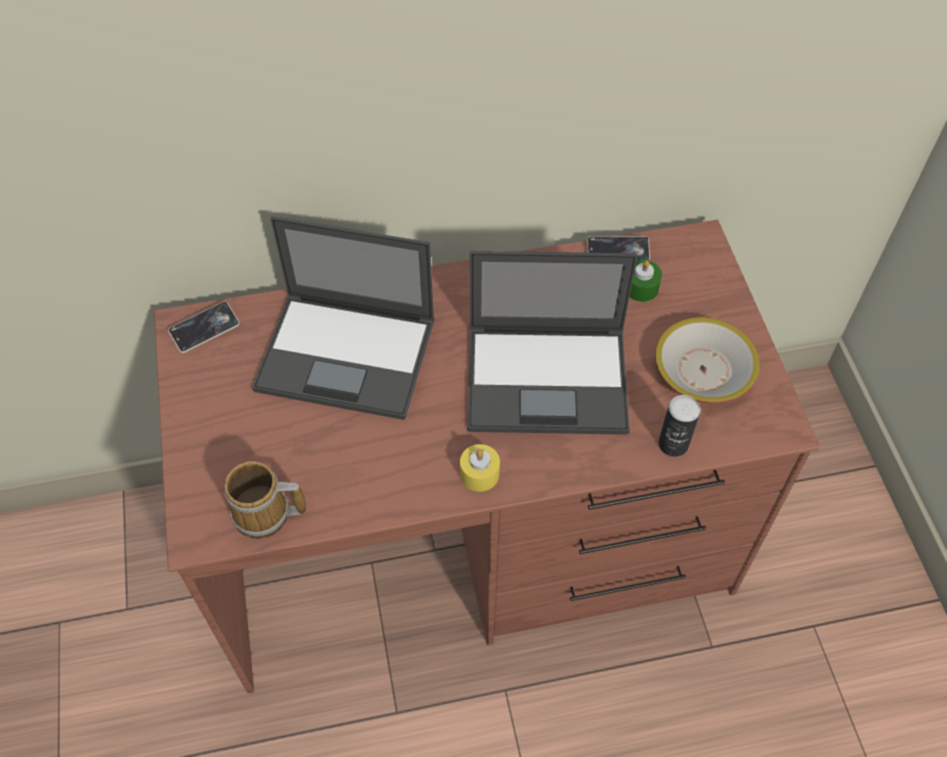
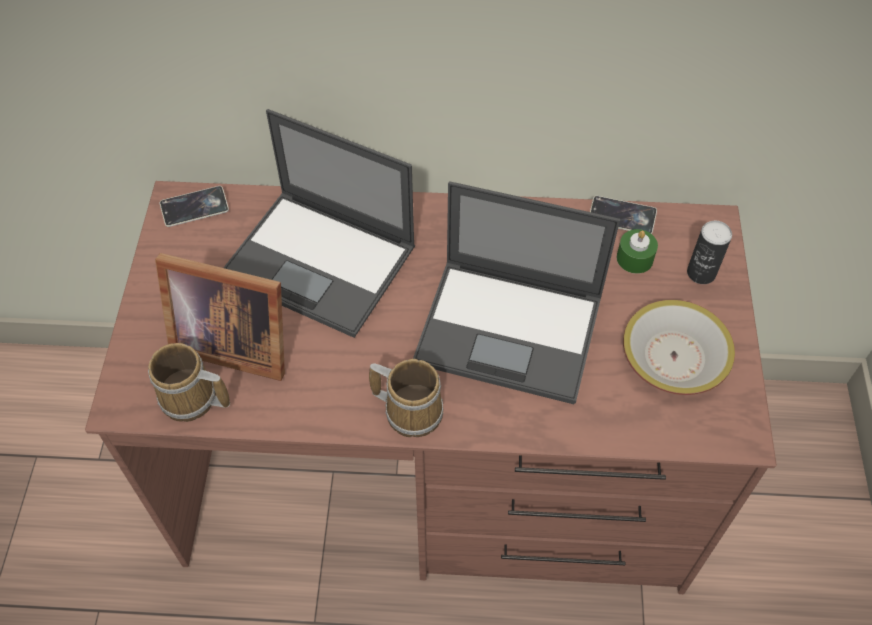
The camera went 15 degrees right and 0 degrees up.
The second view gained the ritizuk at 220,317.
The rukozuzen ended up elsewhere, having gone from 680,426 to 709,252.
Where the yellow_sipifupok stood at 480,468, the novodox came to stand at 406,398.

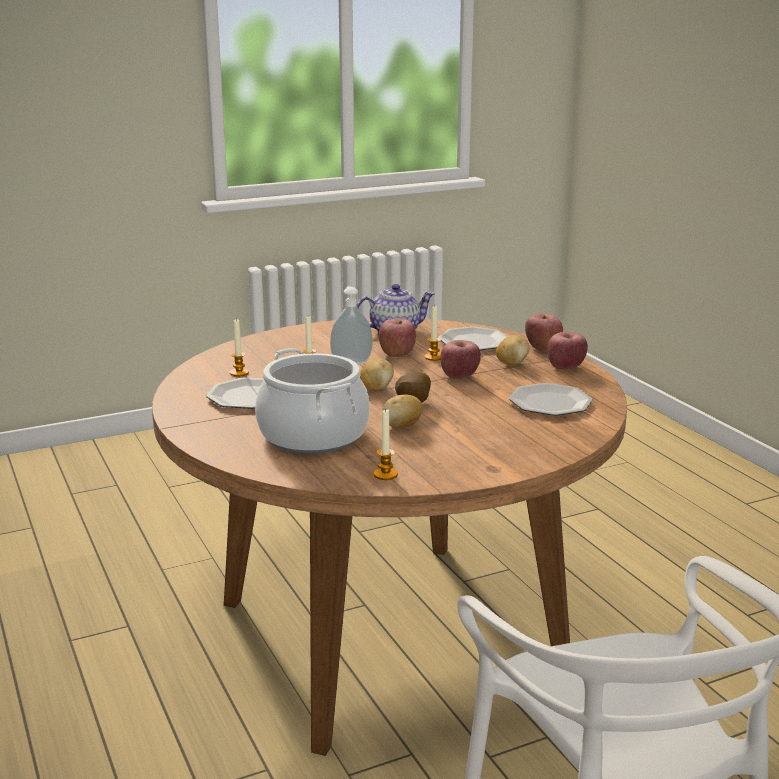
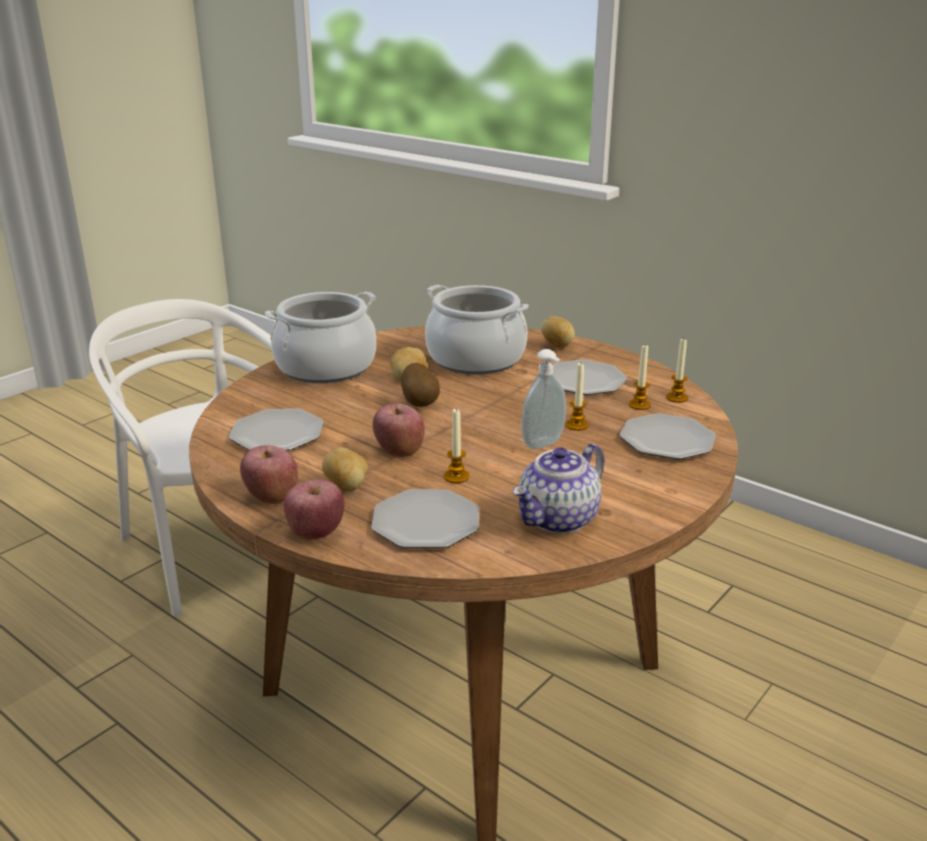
The camera went 155 degrees right and 5 degrees up.
The second view lost the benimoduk at 397,337.
The second view gained the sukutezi at 320,337.
The second view gained the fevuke at 668,436.
The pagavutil ended up elsewhere, having gone from 377,374 to 558,332.
The sipifupok ended up elsewhere, having gone from 386,444 to 677,370.

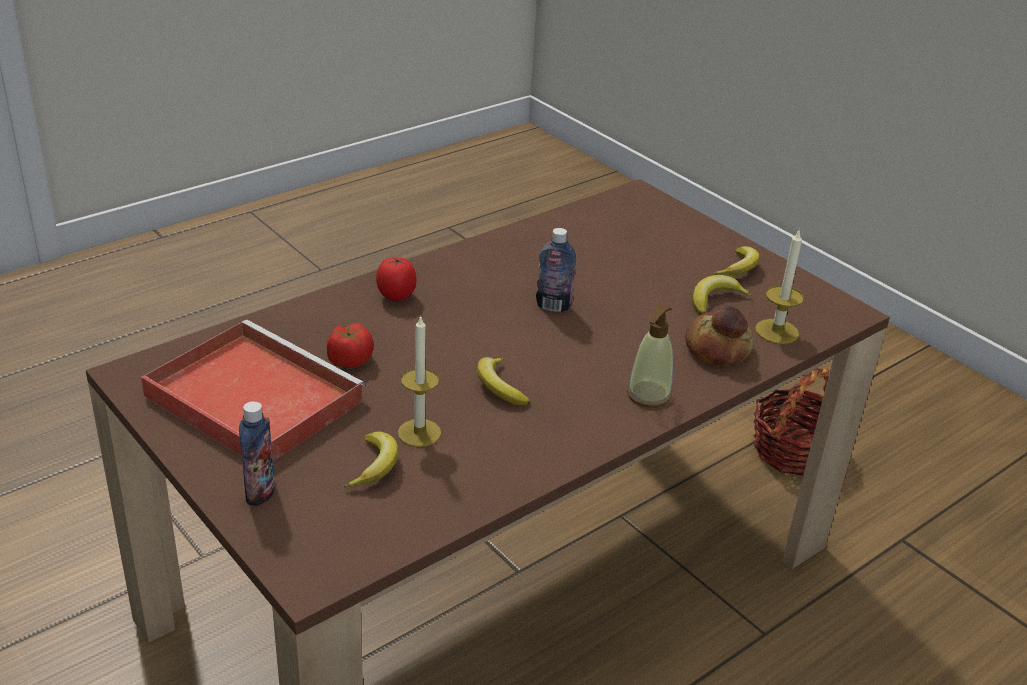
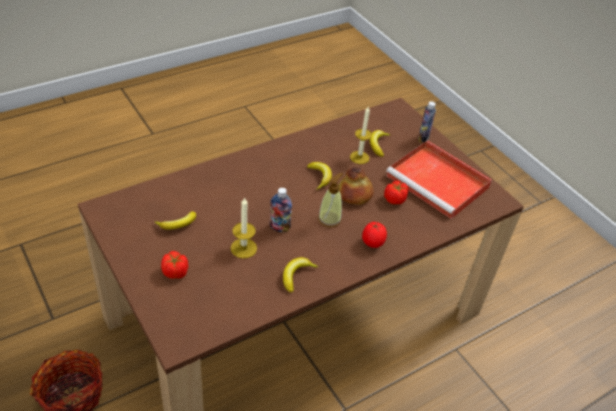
The camera went 175 degrees left and 10 degrees up.
The second view gained the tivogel at 174,265.
The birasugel ended up elsewhere, having gone from 650,356 to 330,200.
The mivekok ended up elsewhere, having gone from 719,336 to 356,186.
The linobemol ended up elsewhere, having gone from 736,260 to 301,275.
The sipifupok ended up elsewhere, having gone from 779,286 to 244,228.

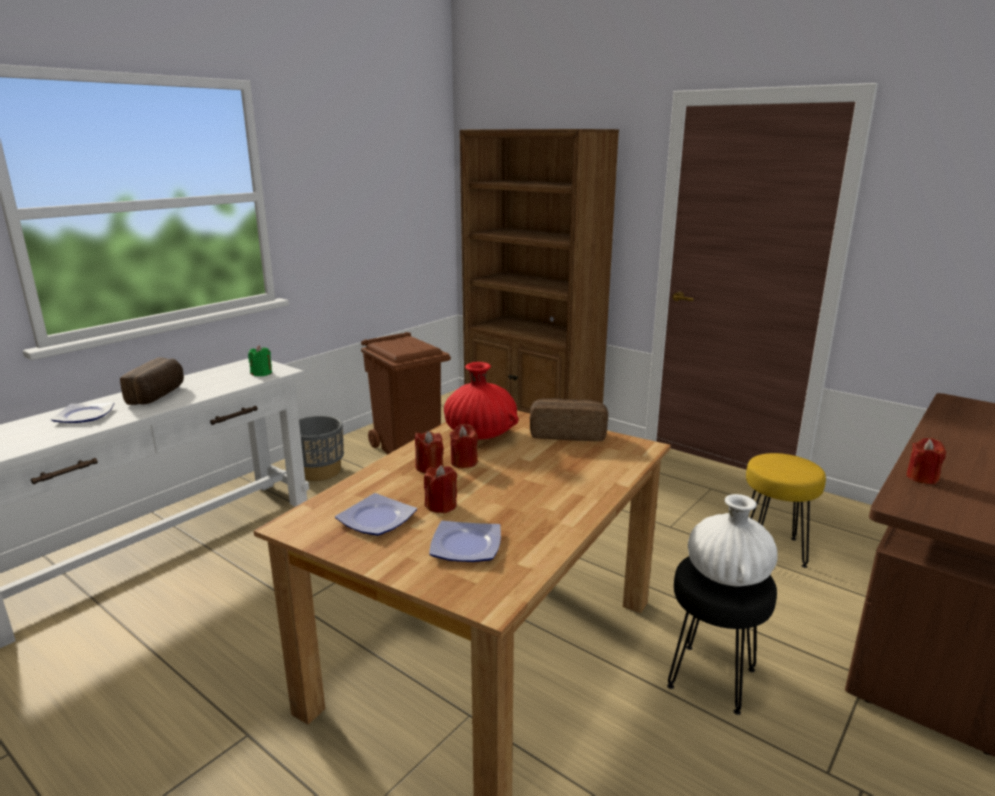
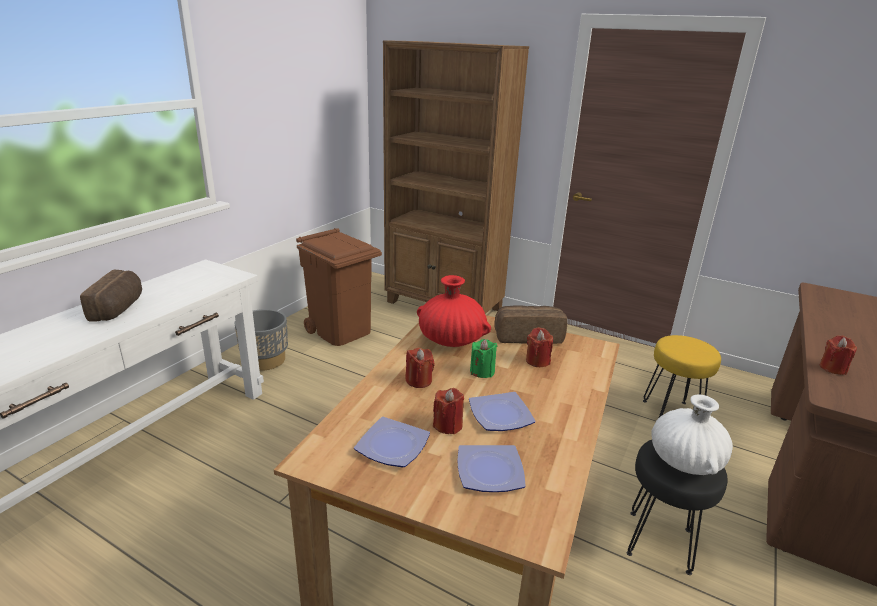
The camera went 10 degrees left and 5 degrees up.
The fevuke ended up elsewhere, having gone from 82,412 to 502,411.
The green_sipifupok ended up elsewhere, having gone from 260,360 to 483,358.
The red_sipifupok ended up elsewhere, having gone from 464,446 to 539,347.

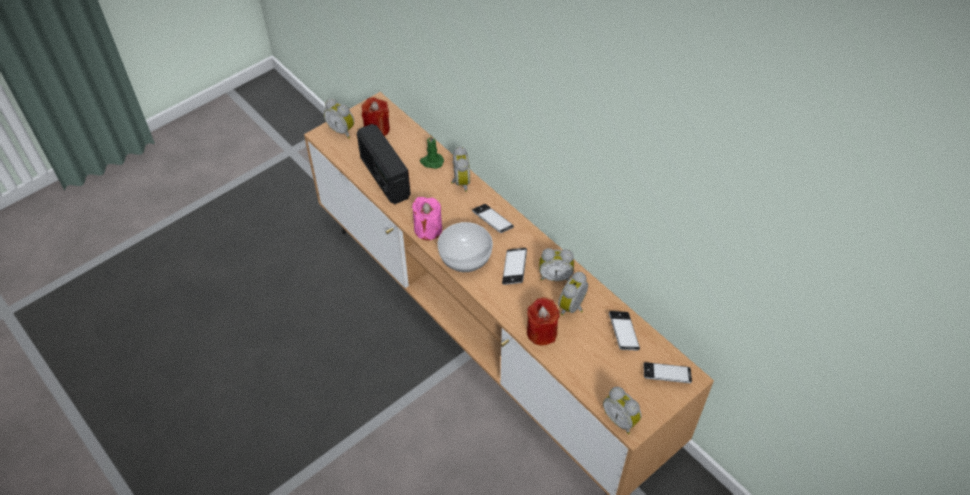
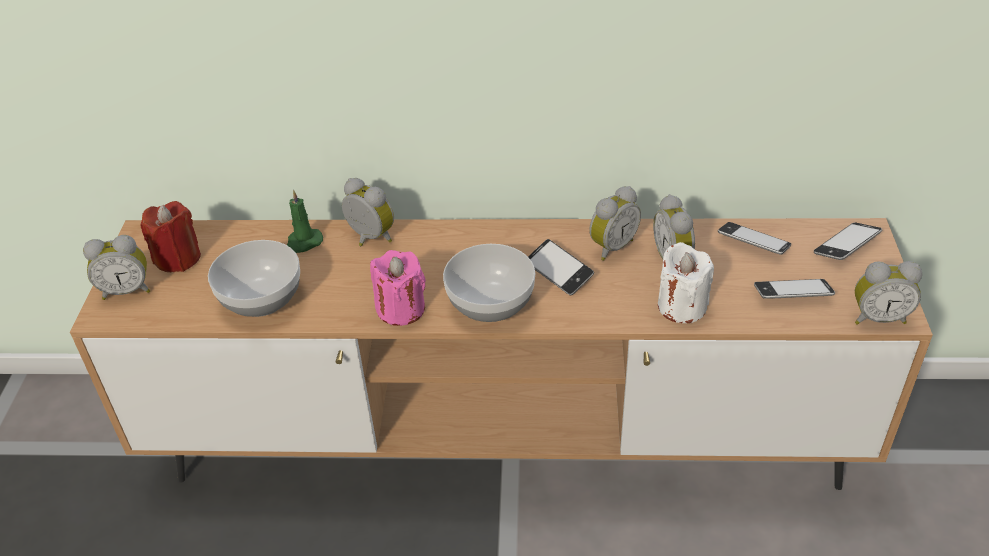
The camera went 45 degrees left and 10 degrees down.
The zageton ended up elsewhere, having gone from 493,218 to 794,289.
Where the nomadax stood at 384,164, the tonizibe came to stand at 254,278.
What was the red_sipifupok at 543,321 turned into the white_sipifupok at 686,282.

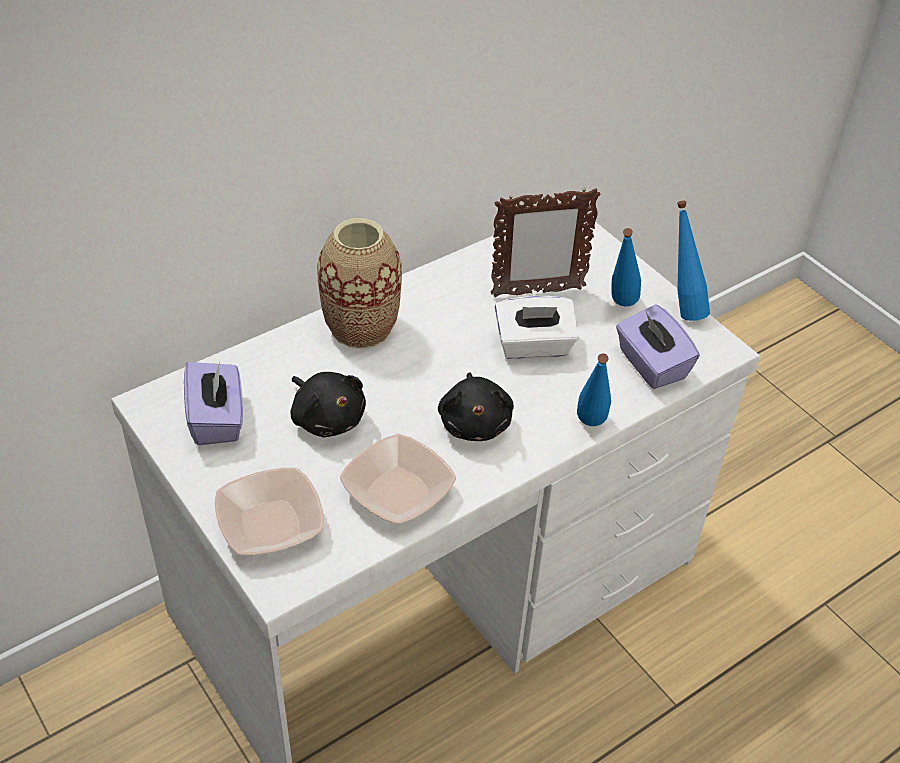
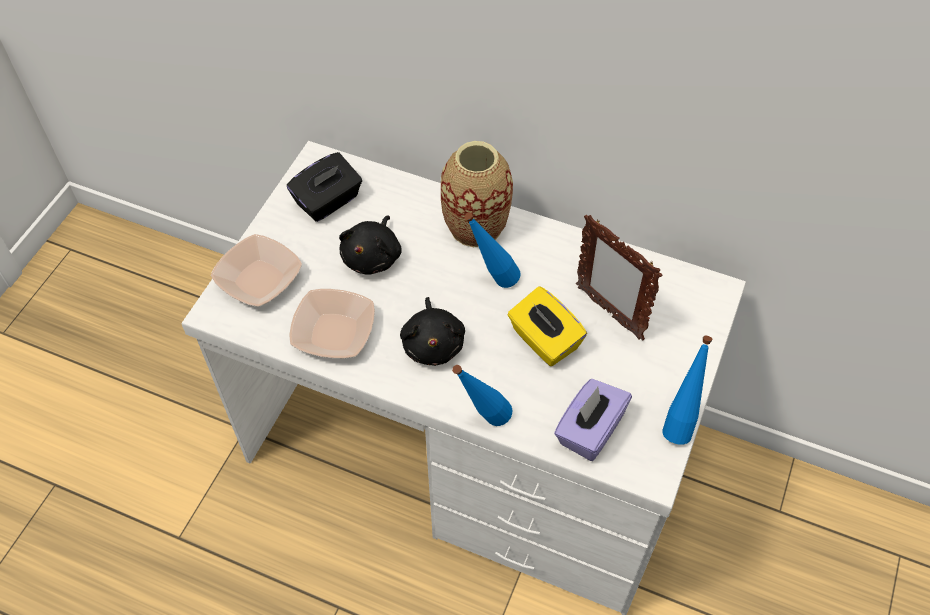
The camera went 60 degrees right and 10 degrees up.
The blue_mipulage ended up elsewhere, having gone from 626,267 to 492,250.
What was the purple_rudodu at 213,403 turned into the black_rudodu at 324,187.
What was the white_rudodu at 537,327 turned into the yellow_rudodu at 547,326.
The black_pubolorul at 476,406 ended up facing another way, 60 degrees counterclockwise from before.

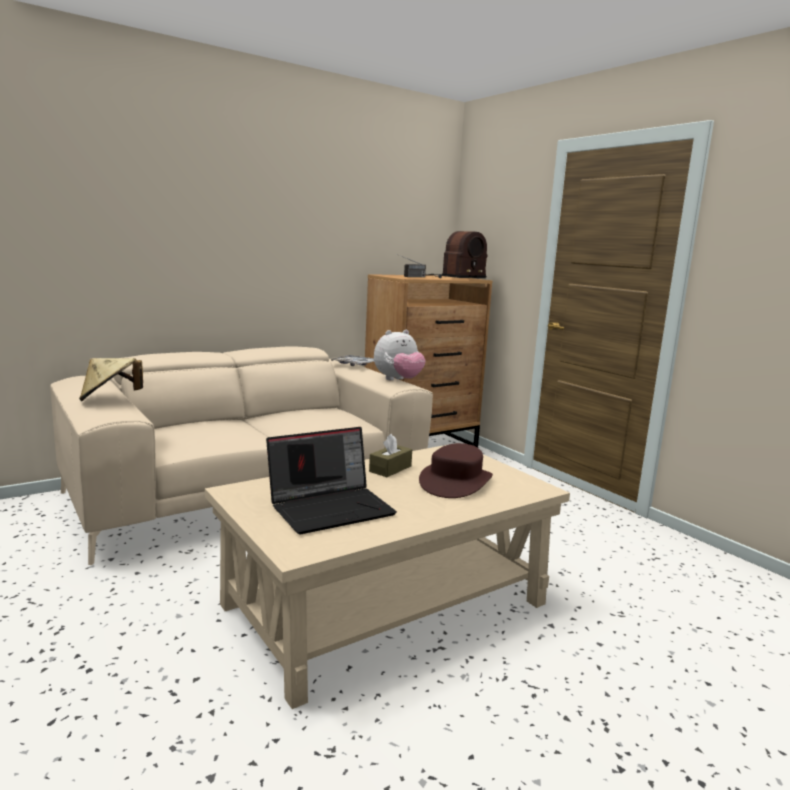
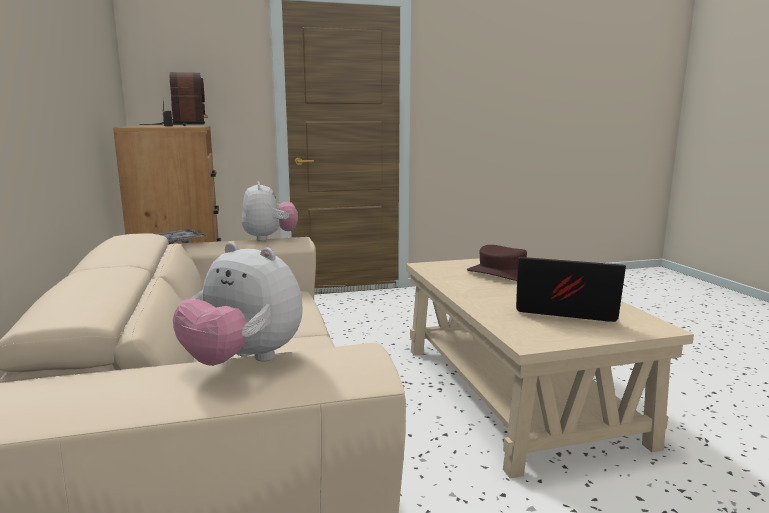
The camera went 70 degrees left and 0 degrees up.
The second view lost the brown_rudodu at 390,455.
Where the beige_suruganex stood at 111,379, the pubolorul came to stand at 238,304.
The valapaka at 331,480 ended up facing another way, 60 degrees counterclockwise from before.

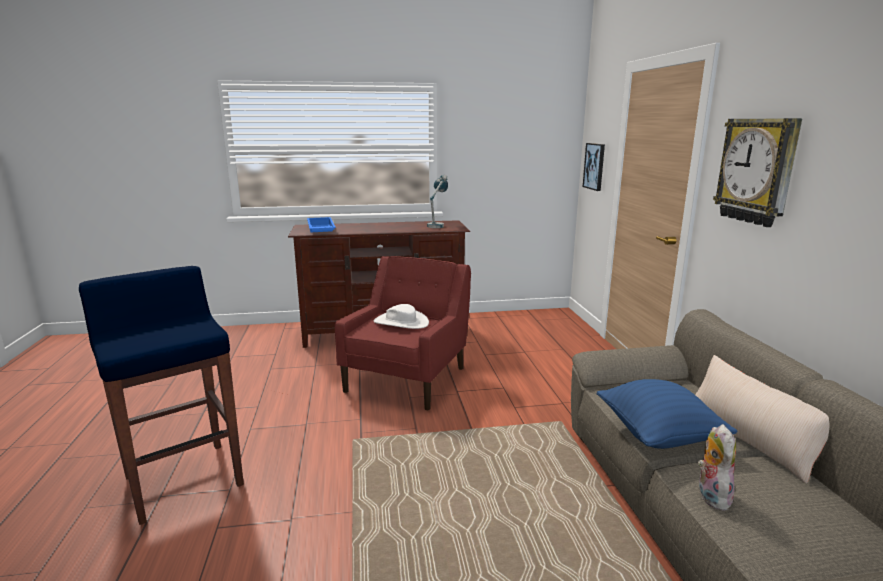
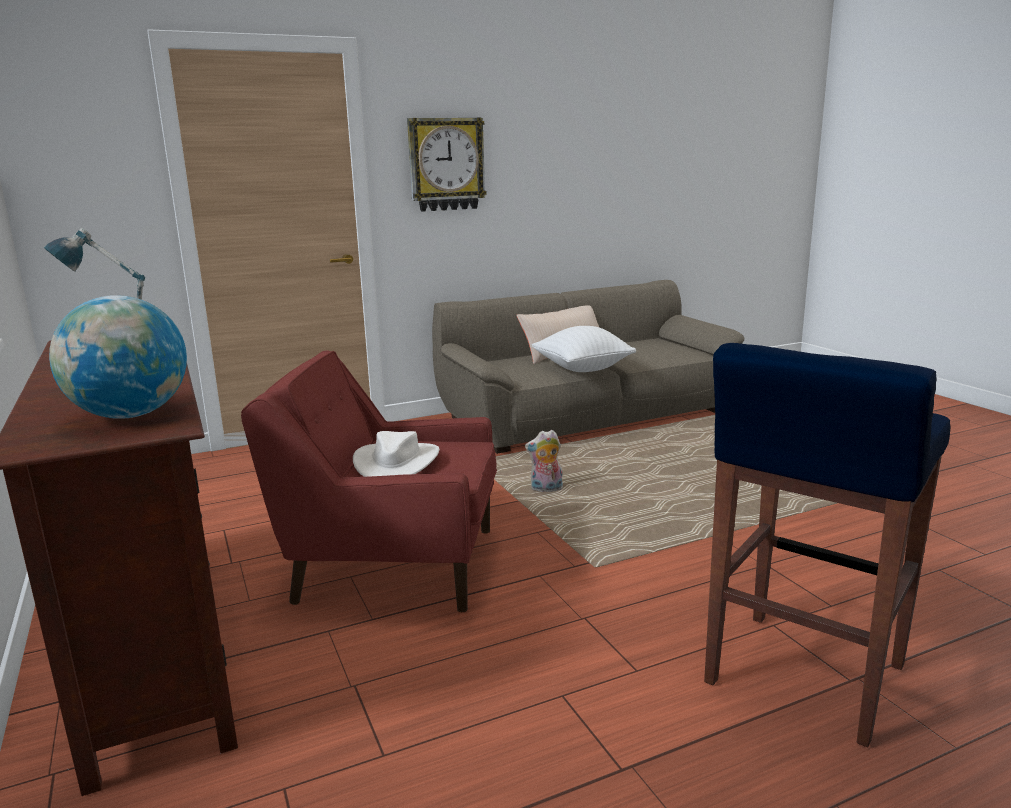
The camera went 105 degrees left and 0 degrees up.
The second view lost the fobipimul at 594,167.
The pubolorul ended up elsewhere, having gone from 717,467 to 544,461.
Where the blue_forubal stood at 321,224, the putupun came to stand at 118,357.
What was the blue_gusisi at 667,414 turned into the white_gusisi at 584,349.

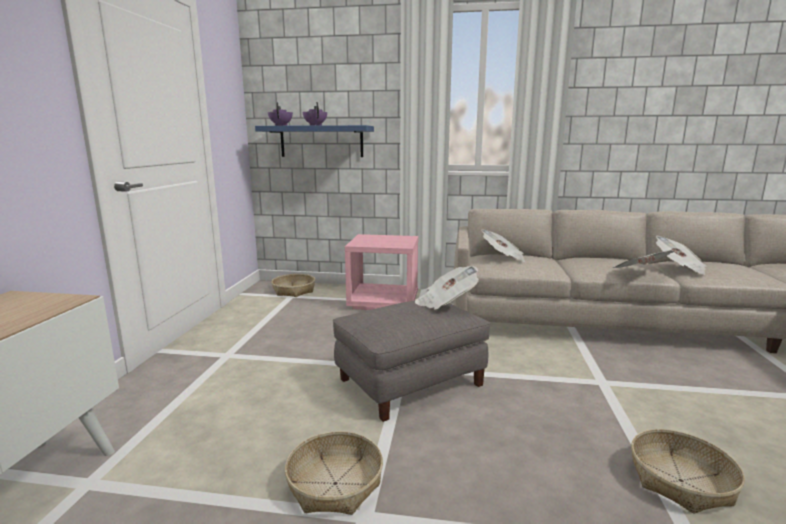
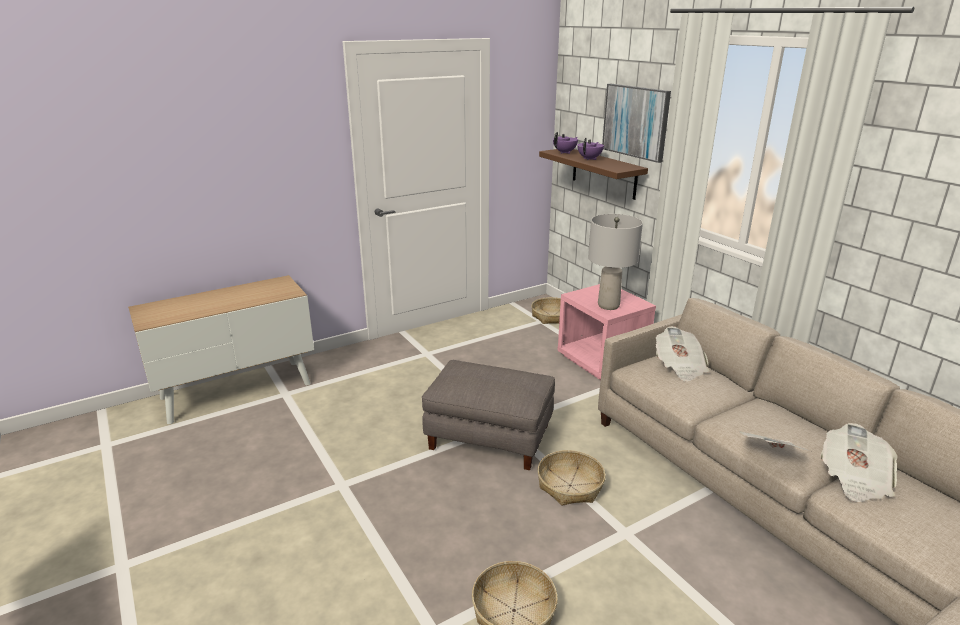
The camera went 50 degrees right and 10 degrees up.
The second view lost the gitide at 447,287.
The second view gained the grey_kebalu at 615,262.
The second view gained the fobipimul at 636,123.
The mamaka ended up elsewhere, having gone from 334,473 to 571,477.
What was the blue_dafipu at 314,141 turned into the brown_dafipu at 593,174.

